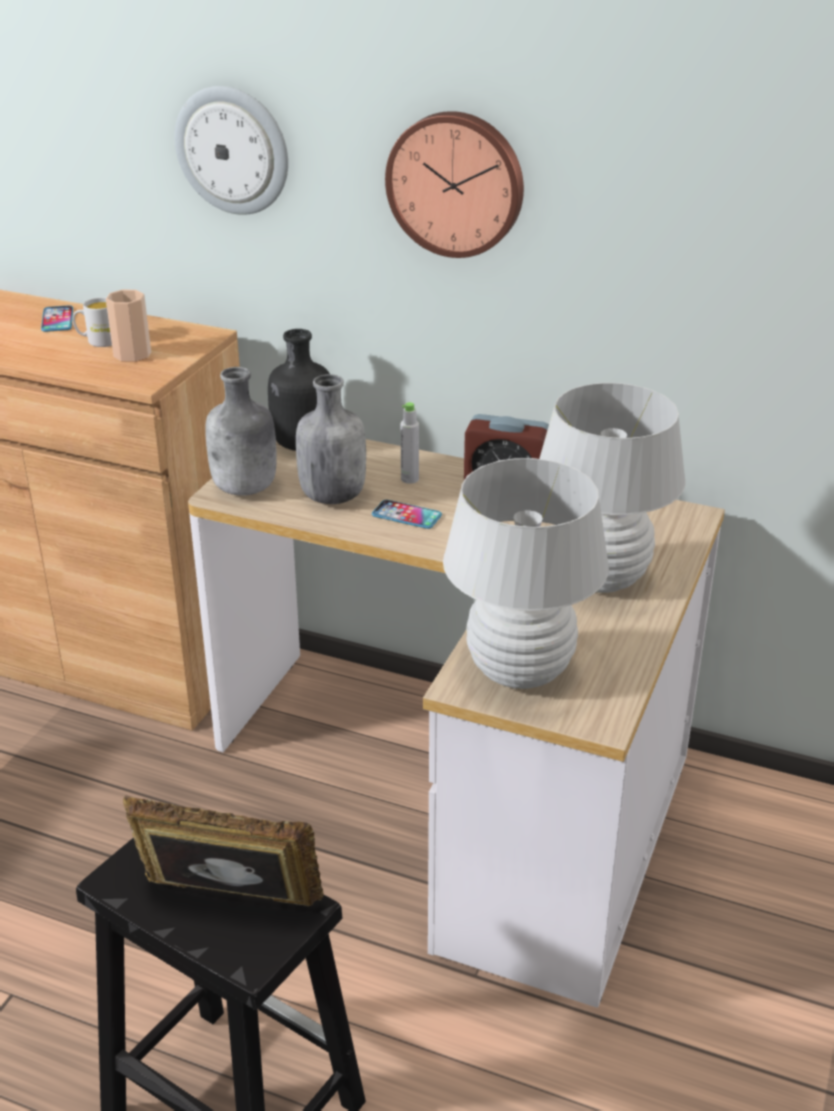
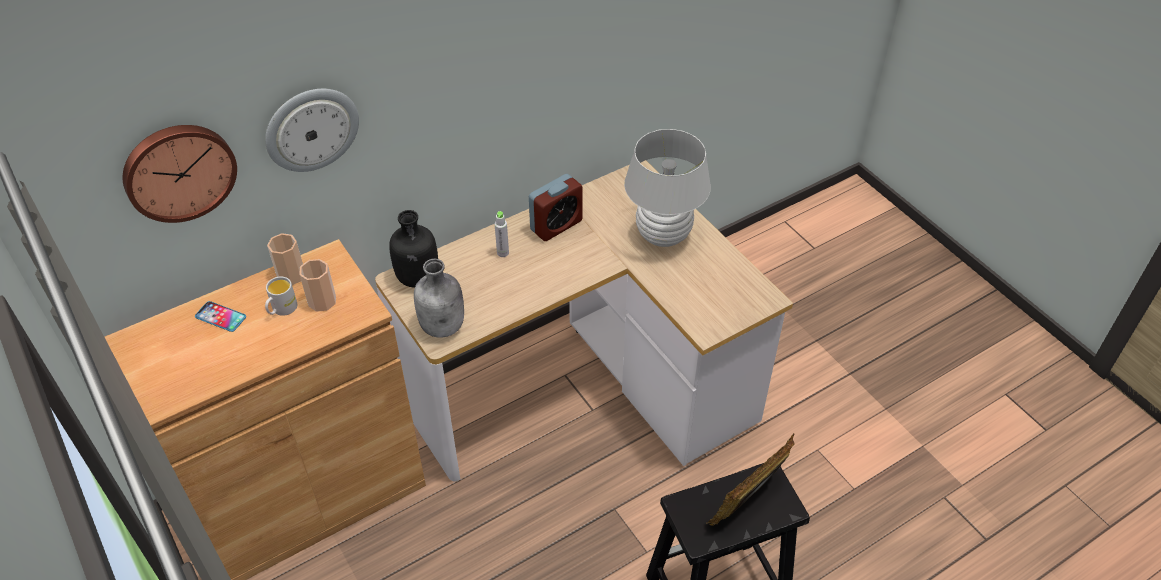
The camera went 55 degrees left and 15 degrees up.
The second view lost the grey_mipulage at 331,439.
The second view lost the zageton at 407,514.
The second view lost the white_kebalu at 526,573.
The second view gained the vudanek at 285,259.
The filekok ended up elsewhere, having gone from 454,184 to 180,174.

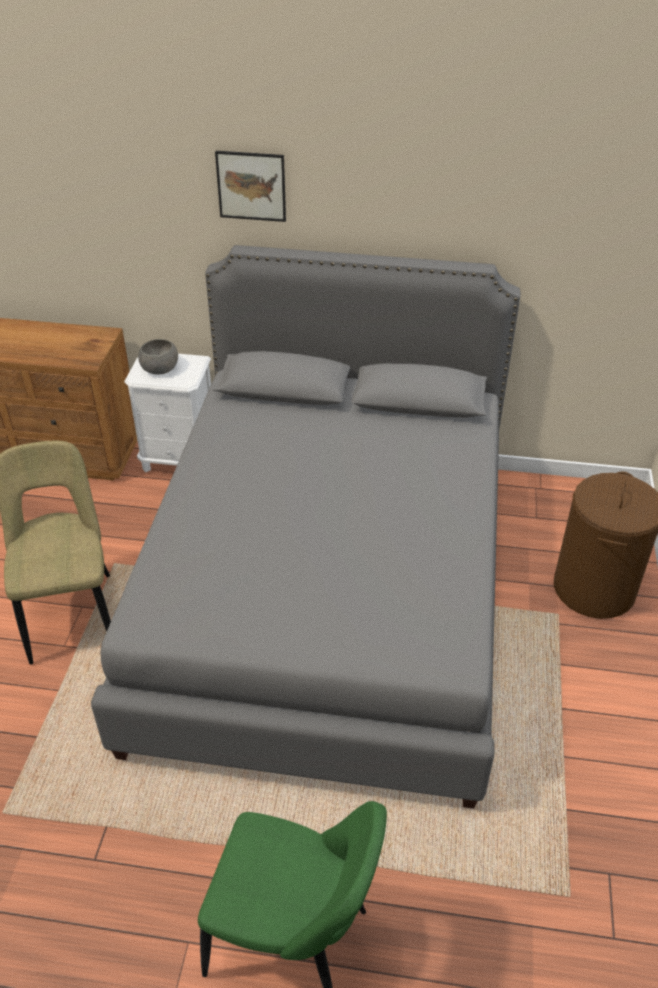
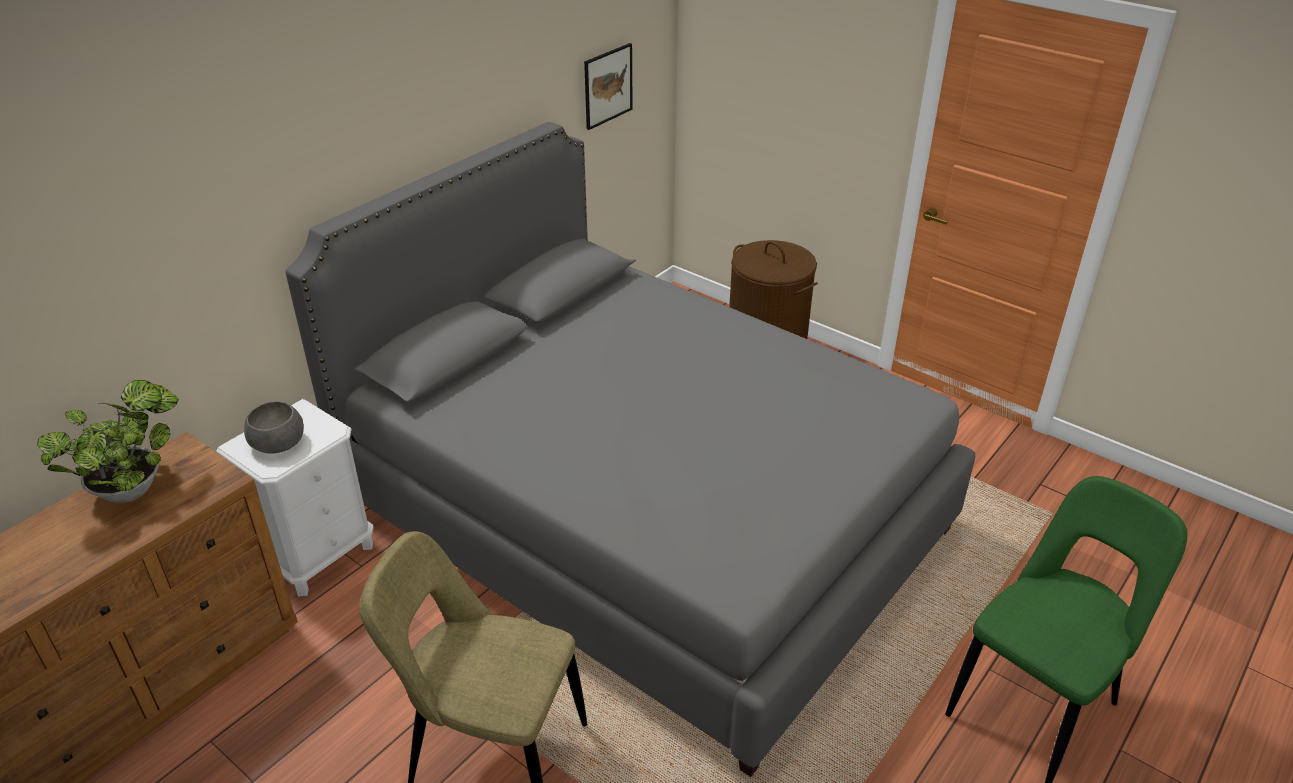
The camera went 60 degrees left and 5 degrees down.
The second view gained the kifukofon at 108,441.
The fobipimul ended up elsewhere, having gone from 250,186 to 608,86.

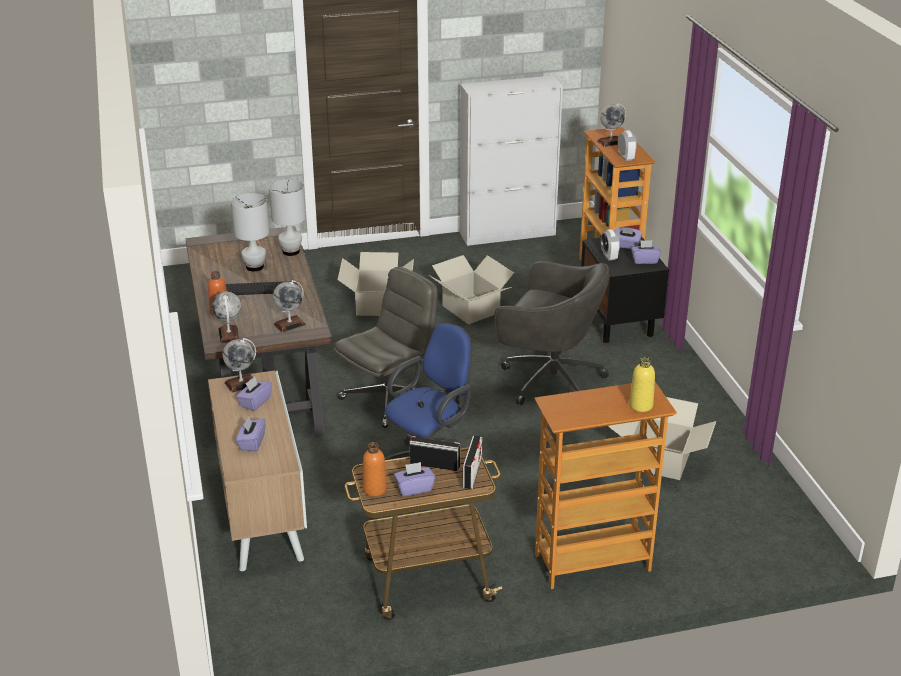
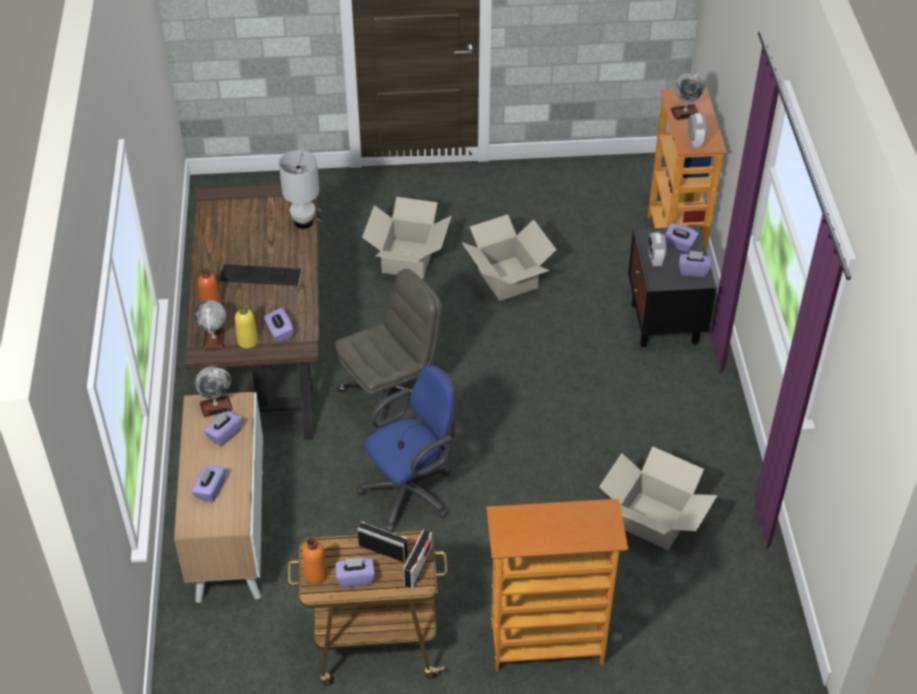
The camera went 10 degrees right and 15 degrees up.
The second view lost the white_kebalu at 250,232.
The second view lost the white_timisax at 511,161.
The second view lost the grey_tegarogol at 552,333.
The yellow_mipulage ended up elsewhere, having gone from 642,384 to 246,326.
Where the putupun stood at 289,306, the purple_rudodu came to stand at 279,325.

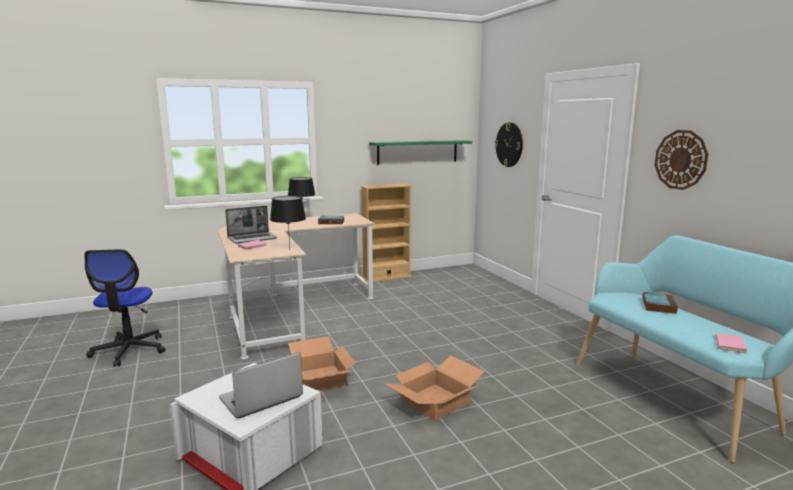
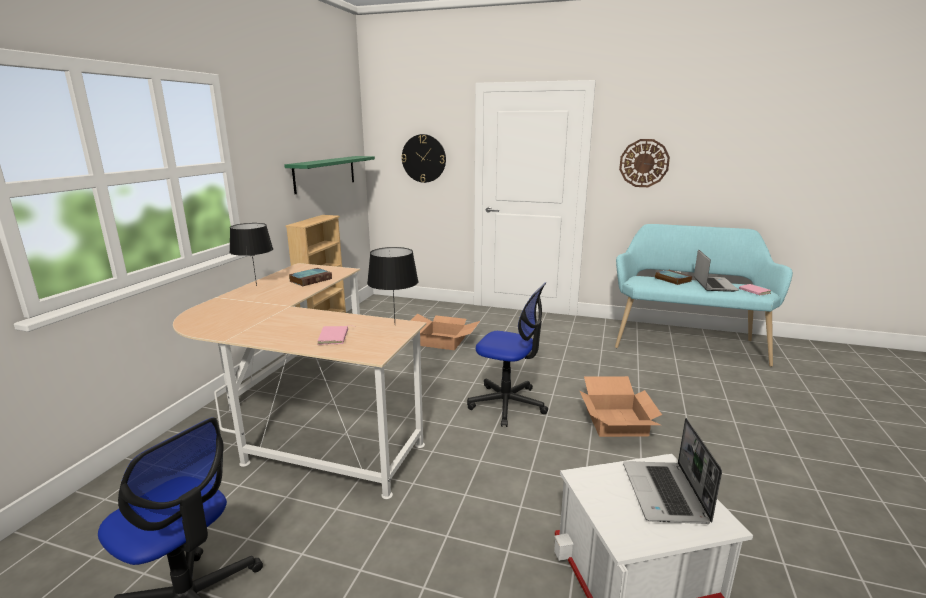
The camera went 50 degrees left and 5 degrees up.
The second view gained the tegarogol at 507,354.
The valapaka ended up elsewhere, having gone from 251,225 to 716,270.
The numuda ended up elsewhere, having gone from 319,363 to 445,332.

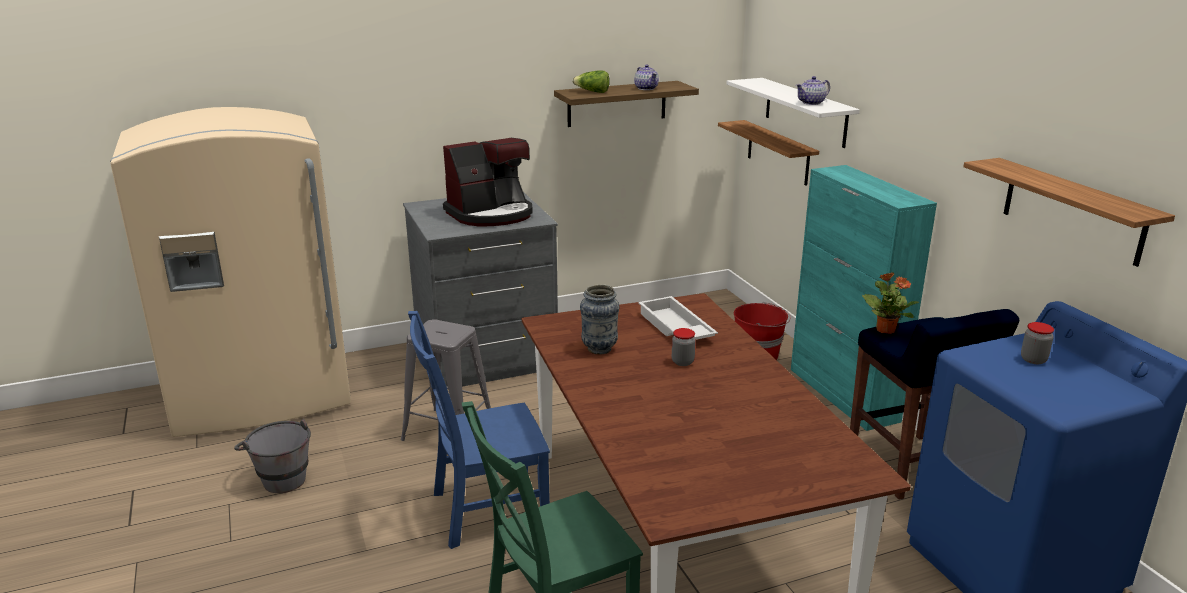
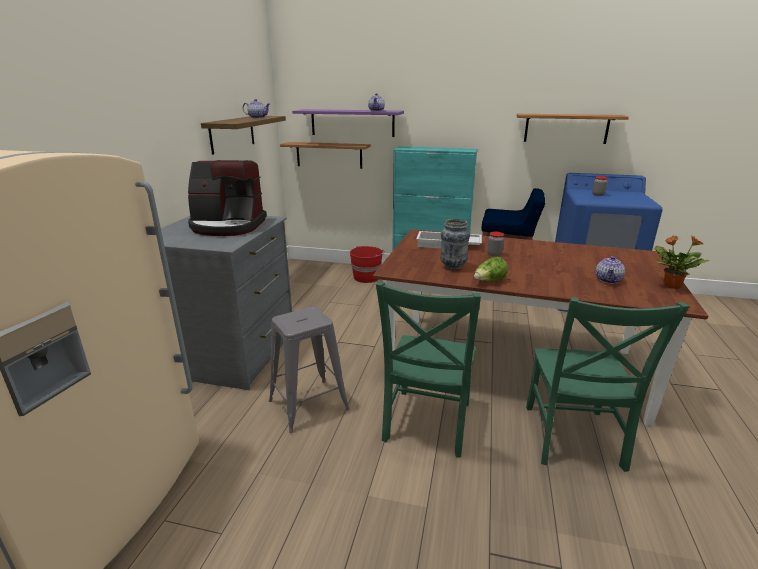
The camera went 55 degrees left and 0 degrees up.
The second view lost the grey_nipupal at 272,456.
The second view gained the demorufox at 610,270.
The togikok ended up elsewhere, having gone from 591,82 to 491,269.
The kifukofon ended up elsewhere, having gone from 890,303 to 682,262.
What was the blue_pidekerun at 479,430 turned into the green_pidekerun at 428,369.
What was the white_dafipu at 793,113 turned into the purple_dafipu at 348,123.
The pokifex at 488,182 ended up facing another way, 90 degrees clockwise from before.

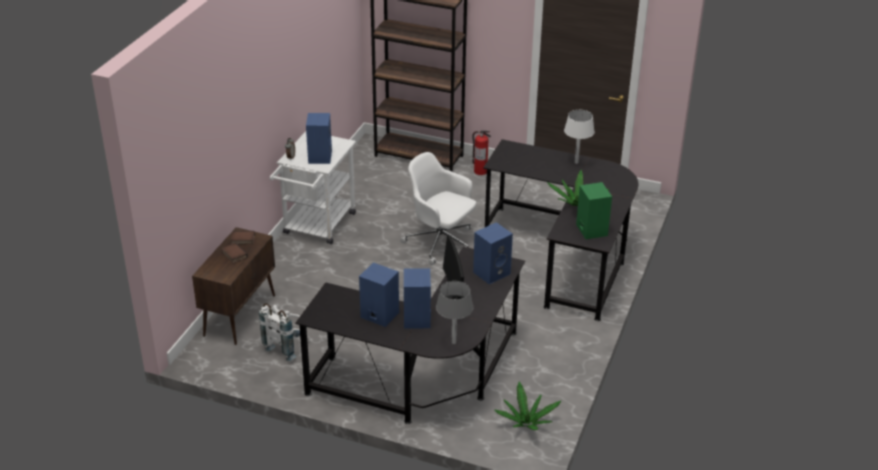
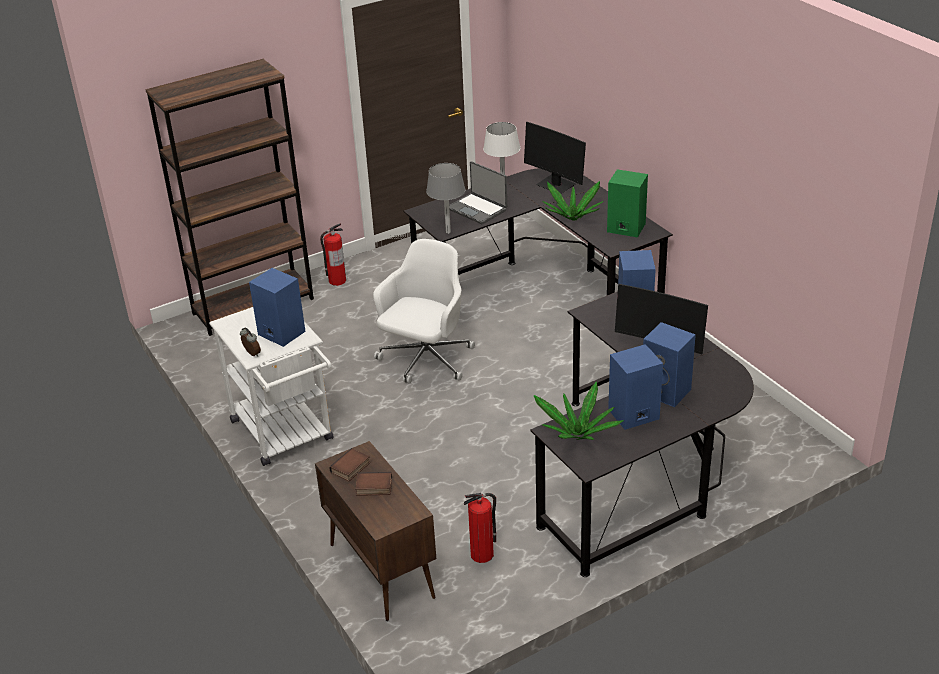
The camera went 50 degrees left and 0 degrees up.
The second view gained the valapaka at 478,192.
The second view gained the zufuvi at 555,158.
The grey_kebalu ended up elsewhere, having gone from 454,312 to 446,198.
The kifukofon ended up elsewhere, having gone from 527,406 to 579,410.
Where the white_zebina stood at 283,332, the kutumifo came to stand at 480,528.
The white_tegarogol at 438,208 ended up facing another way, 135 degrees clockwise from before.

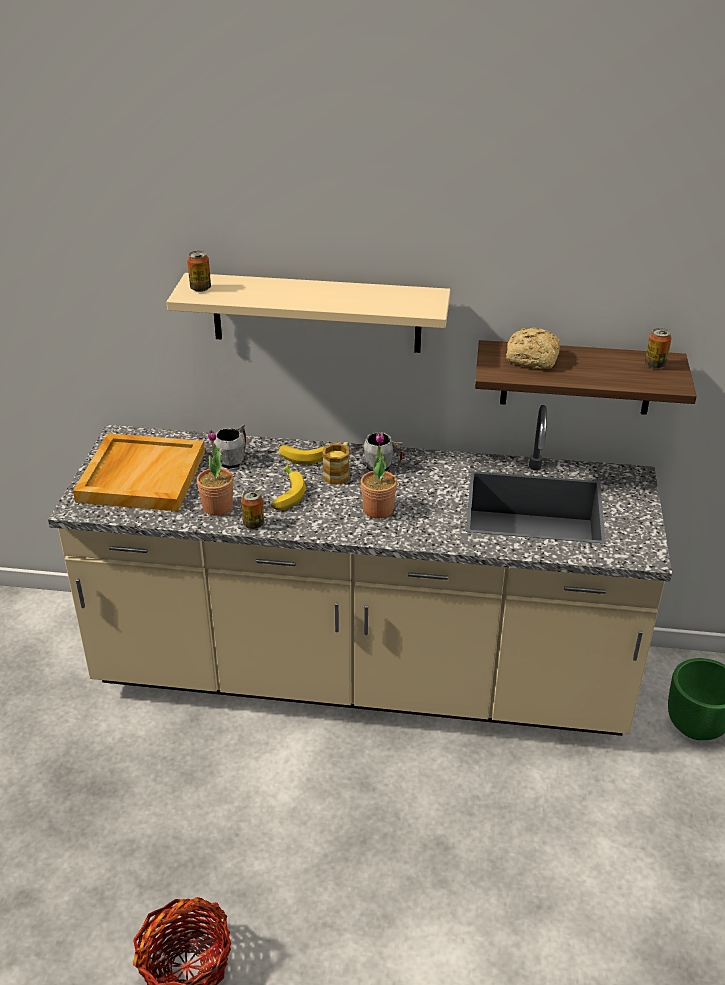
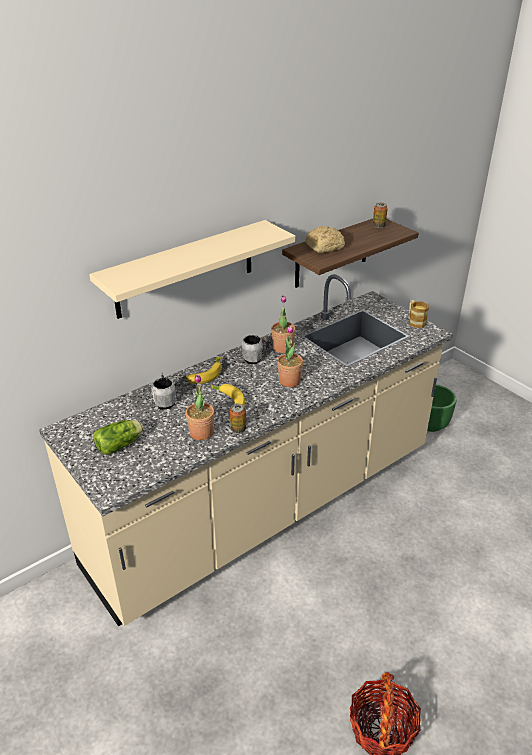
The camera went 45 degrees left and 0 degrees up.
The second view lost the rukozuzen at 199,271.
The second view gained the kifukofon at 283,324.
The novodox ended up elsewhere, having gone from 336,463 to 419,314.
Where the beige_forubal stood at 139,472, the togikok came to stand at 118,437.

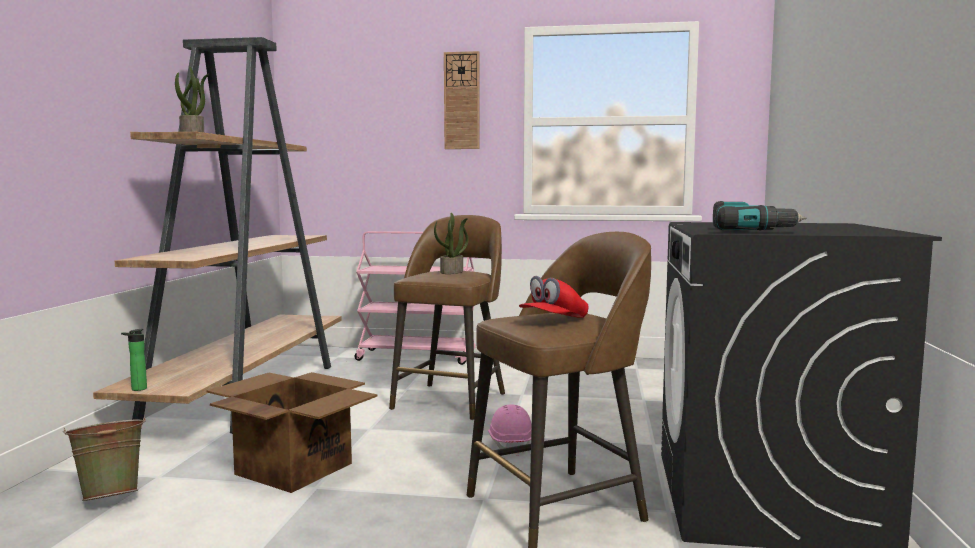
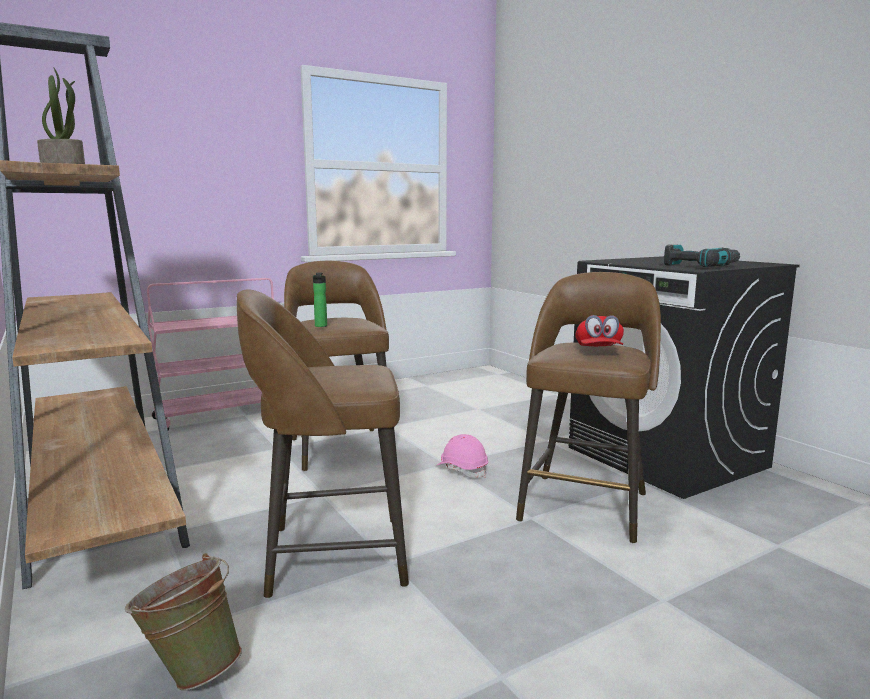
The camera went 40 degrees left and 5 degrees up.
The second view lost the kifukofon at 451,243.
The second view lost the filekok at 462,100.
The mipulage ended up elsewhere, having gone from 134,360 to 320,299.
Where the numuda stood at 291,432, the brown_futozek came to stand at 323,444.

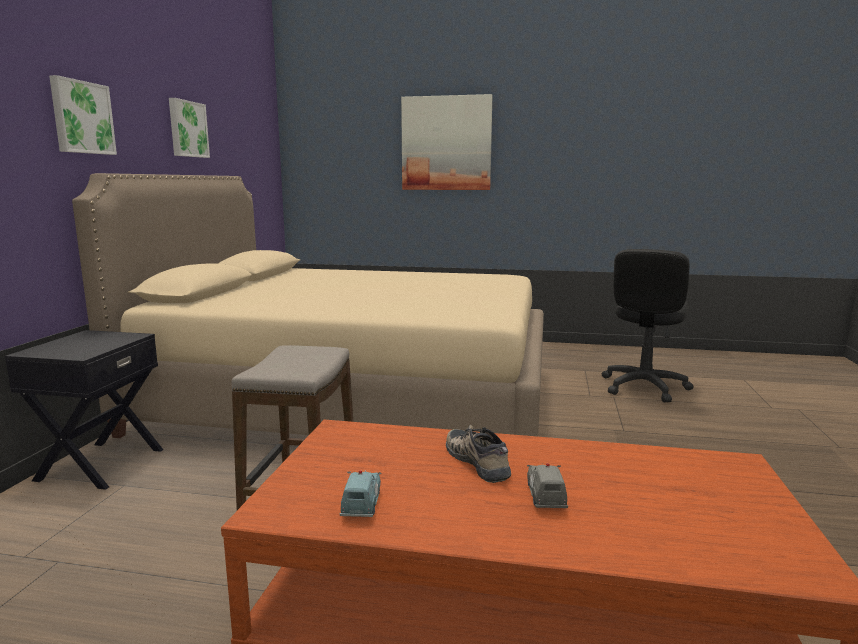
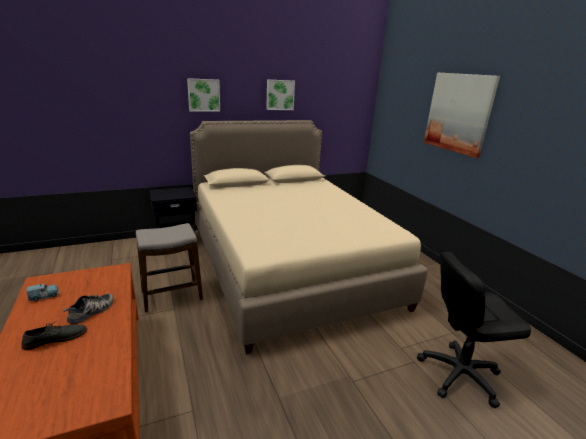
The camera went 55 degrees right and 10 degrees up.
Where the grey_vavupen stood at 547,485, the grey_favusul came to stand at 54,336.

